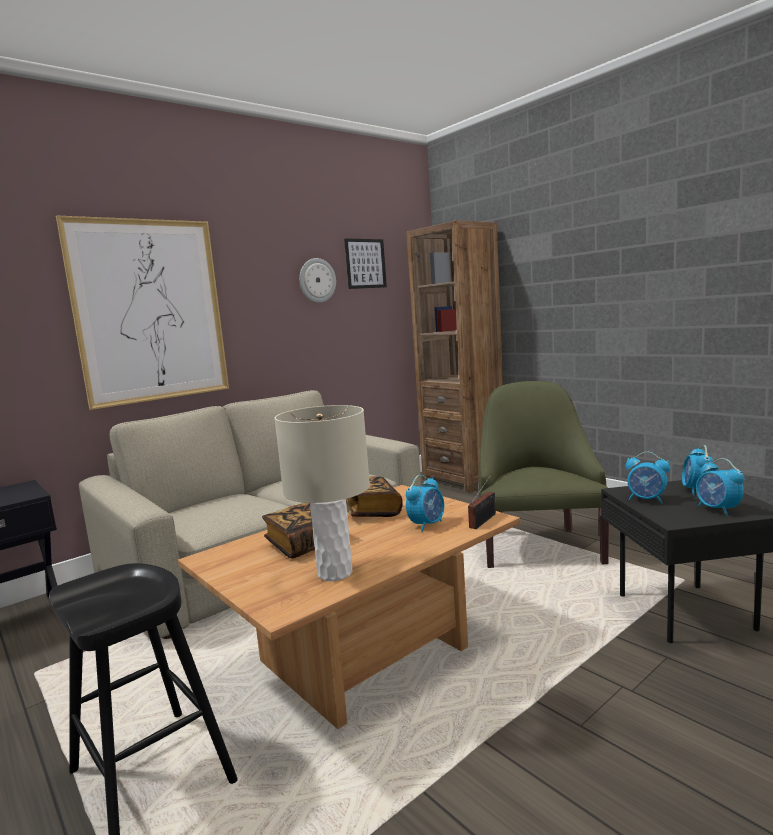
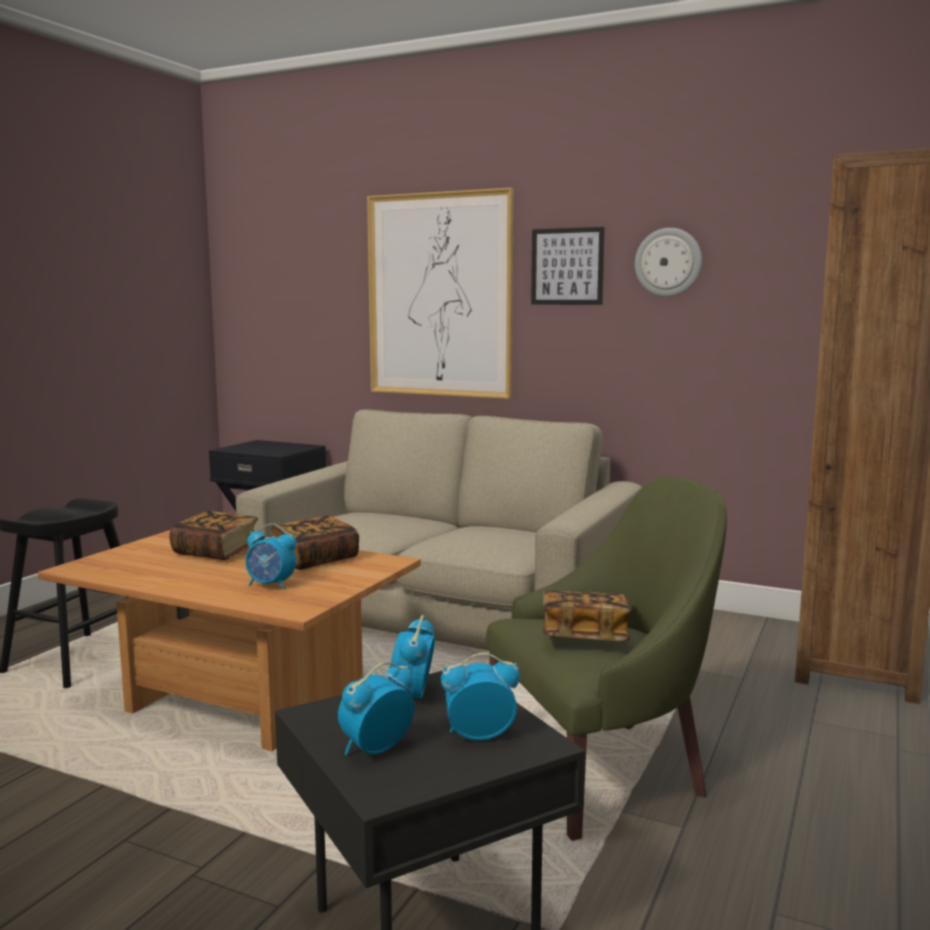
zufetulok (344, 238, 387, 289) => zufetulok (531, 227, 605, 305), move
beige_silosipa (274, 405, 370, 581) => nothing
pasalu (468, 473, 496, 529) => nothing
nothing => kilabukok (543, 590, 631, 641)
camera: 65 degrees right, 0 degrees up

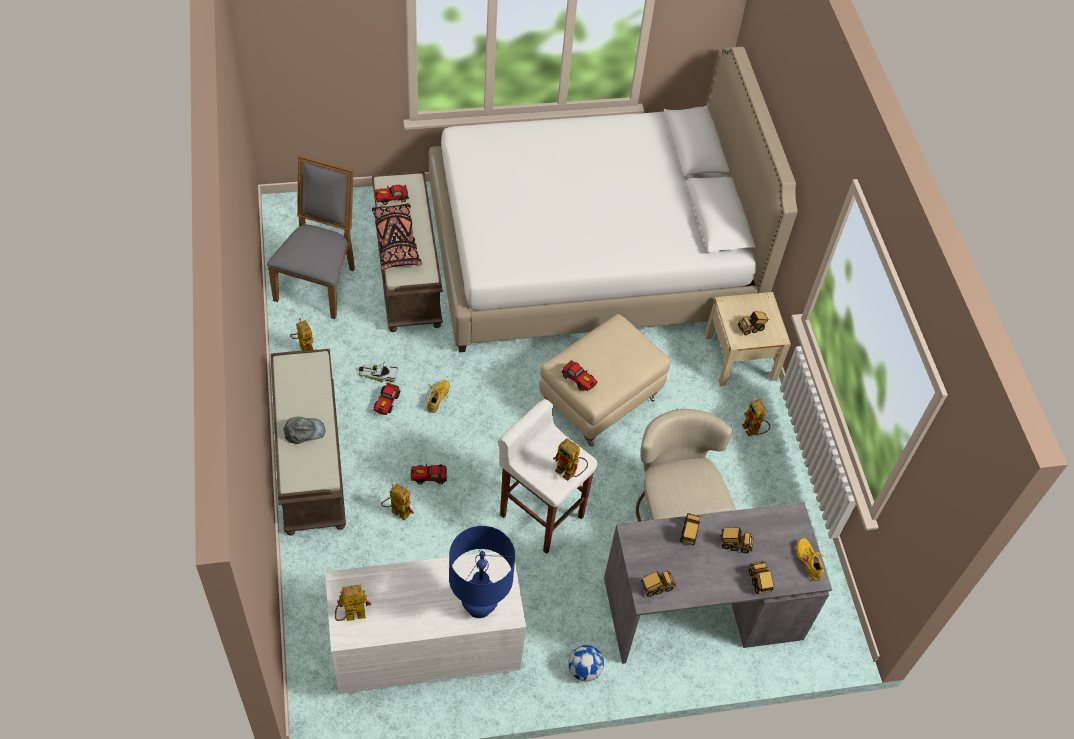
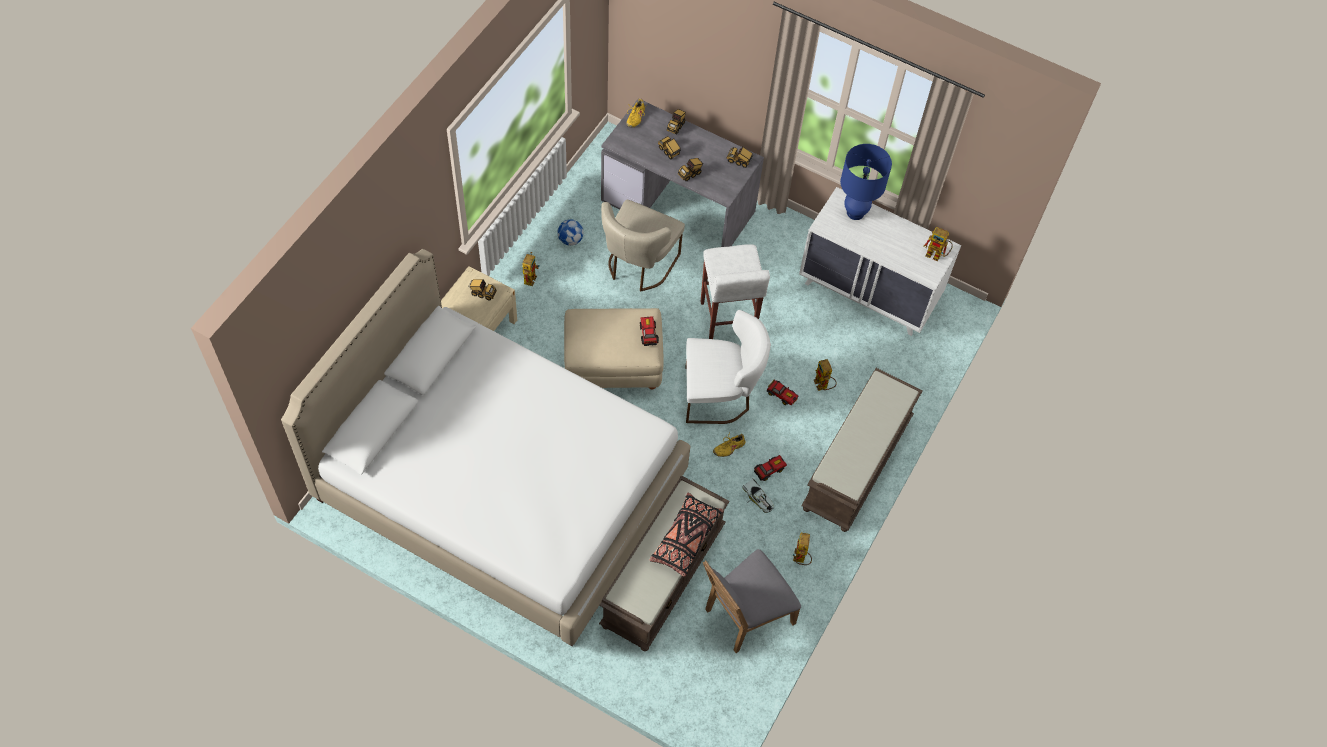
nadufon (374, 185, 409, 205) => nothing
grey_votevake (284, 417, 325, 444) => nothing
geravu (553, 438, 588, 481) => nothing
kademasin (568, 645, 604, 681) => kademasin (557, 219, 584, 246), move
nothing => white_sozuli (685, 310, 771, 424)
camera: 140 degrees left, 5 degrees up

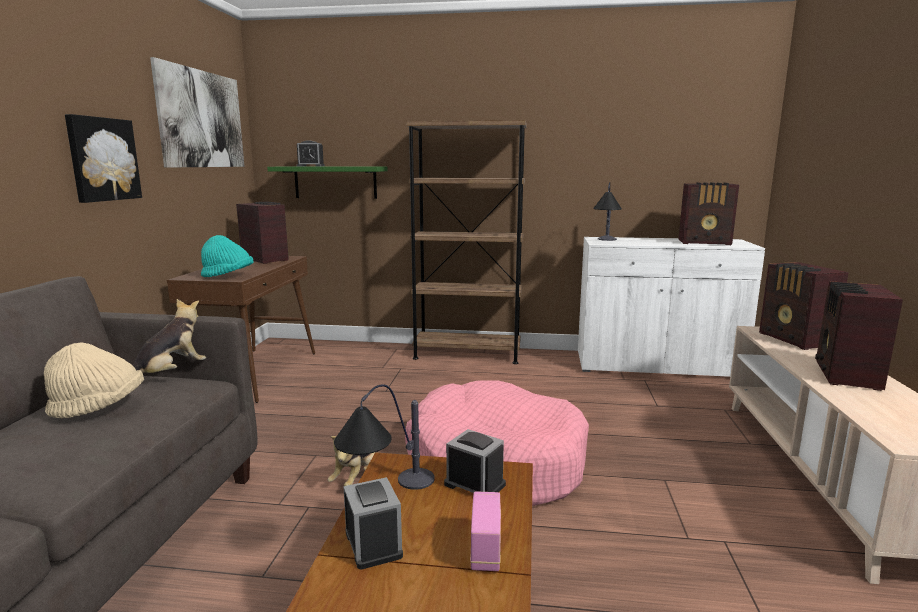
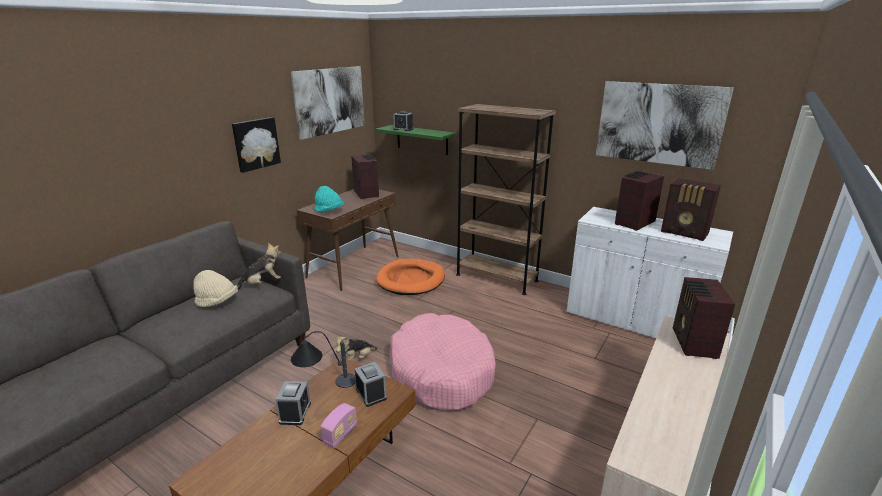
silosipa (593, 182, 622, 241) => nothing
pasalu (815, 281, 903, 391) => pasalu (615, 171, 664, 231), move
nothing => zufetulok (596, 81, 734, 170)
nothing => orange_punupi (376, 259, 445, 295)
camera: 25 degrees right, 10 degrees up

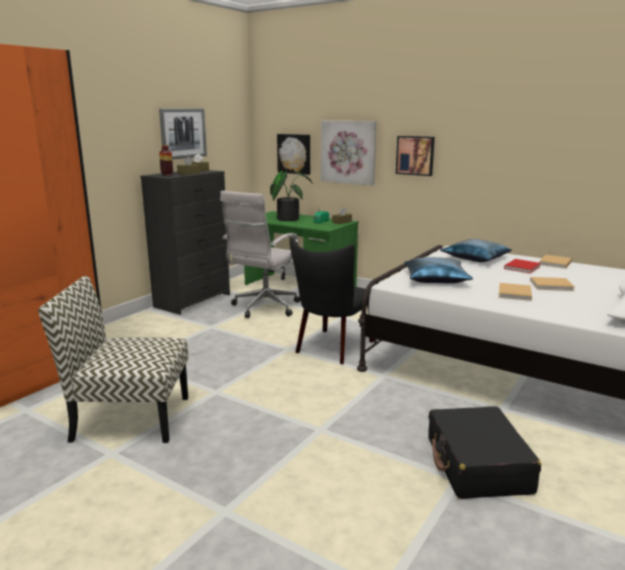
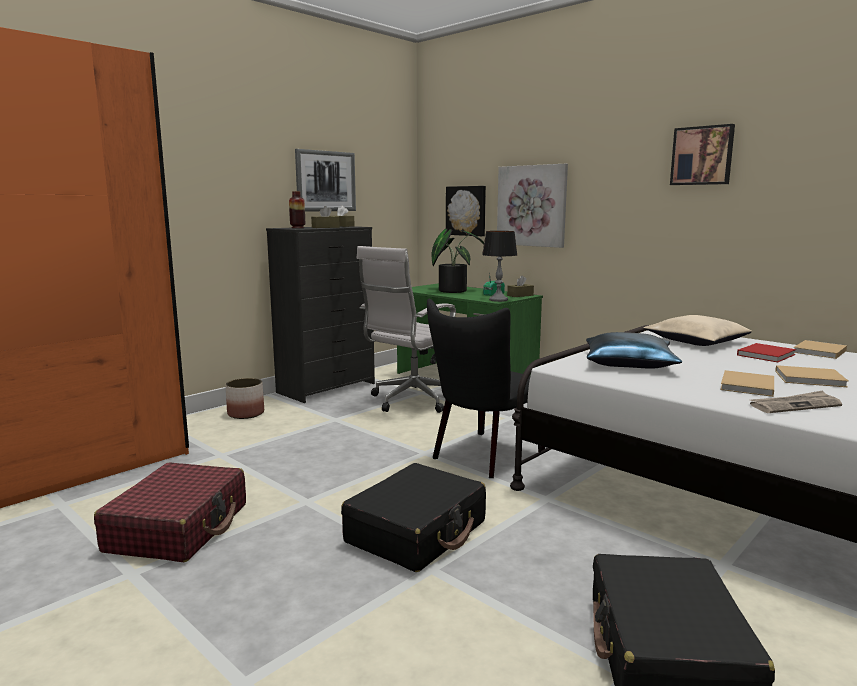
zufetulok (396, 136, 435, 176) => zufetulok (670, 124, 735, 185), move
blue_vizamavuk (440, 239, 512, 262) => beige_vizamavuk (644, 315, 752, 346)
sozuli (38, 276, 188, 443) => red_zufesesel (94, 463, 246, 562)
nothing => silosipa (482, 231, 517, 302)
nothing => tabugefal (225, 378, 264, 419)
nothing => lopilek (750, 390, 842, 413)
nothing => black_zufesesel (341, 463, 486, 572)
camera: 10 degrees right, 5 degrees down

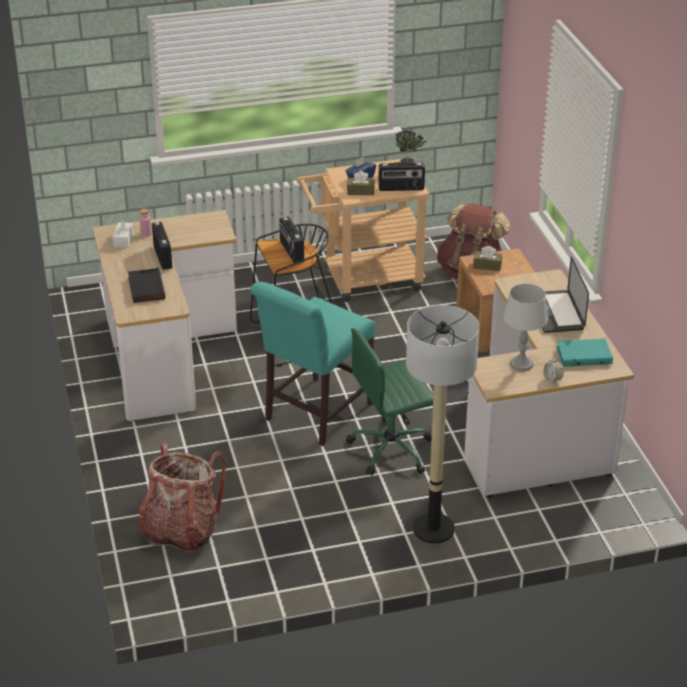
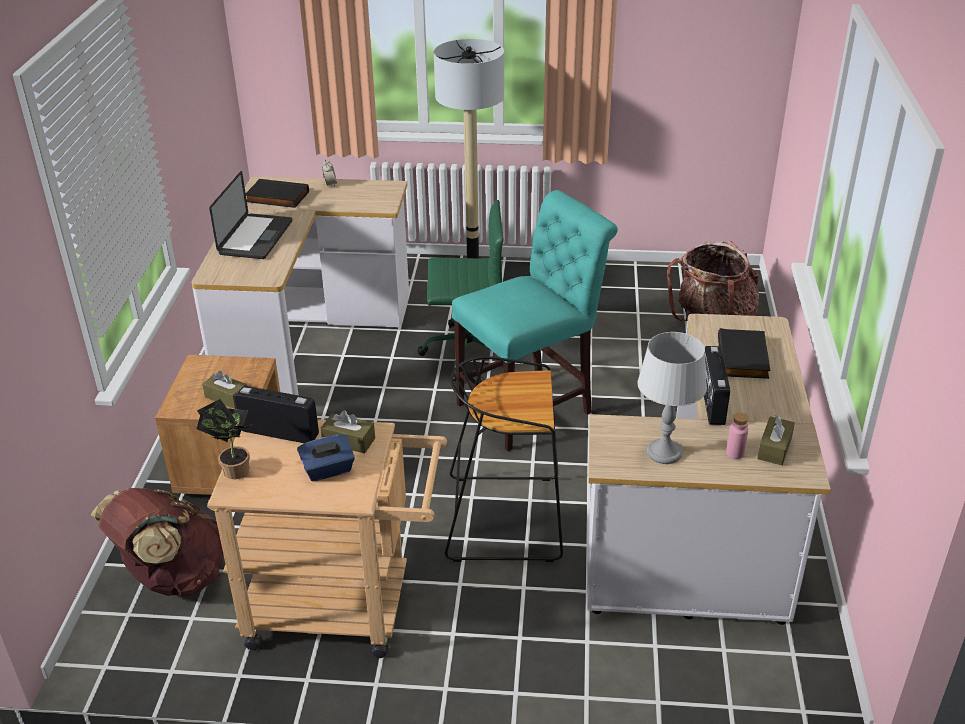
pasalu (279, 217, 304, 263) => nothing
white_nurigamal (113, 219, 133, 248) => brown_nurigamal (757, 415, 795, 465)
grey_silosipa (503, 283, 548, 371) => grey_silosipa (638, 332, 707, 464), move
turquoise_kilabukok (556, 339, 613, 367) => black_kilabukok (246, 179, 309, 208)
camera: 160 degrees left, 0 degrees up

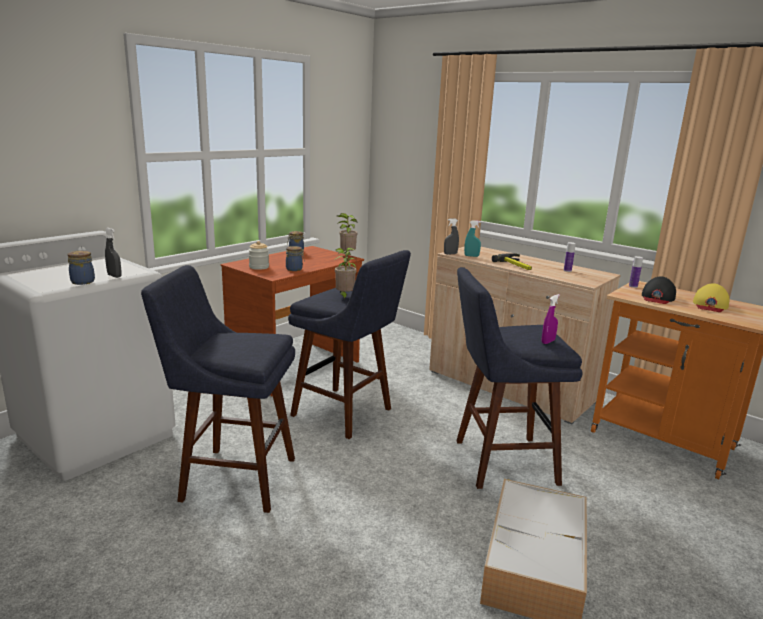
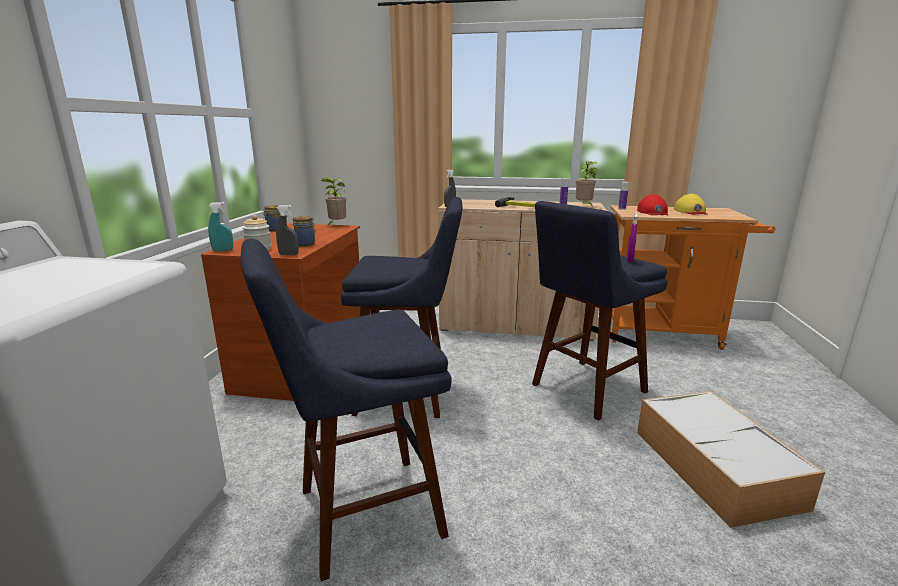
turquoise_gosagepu (464, 220, 481, 257) => turquoise_gosagepu (208, 202, 233, 252), move
grey_gosagepu (105, 228, 122, 278) => grey_gosagepu (276, 205, 299, 255), move
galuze (334, 248, 357, 301) => galuze (576, 161, 598, 207), move
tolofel (67, 251, 95, 285) => nothing
black_votevake (642, 277, 676, 304) => red_votevake (637, 194, 668, 215)
camera: 30 degrees left, 0 degrees up

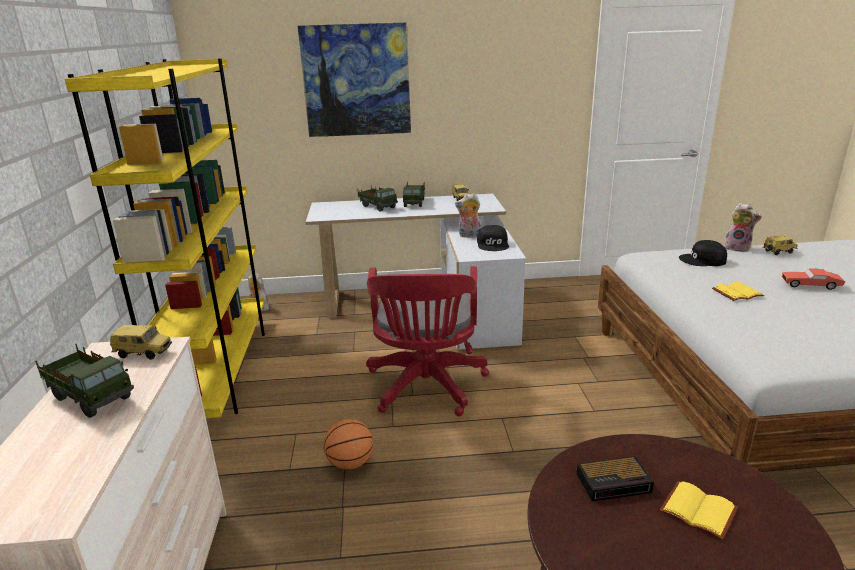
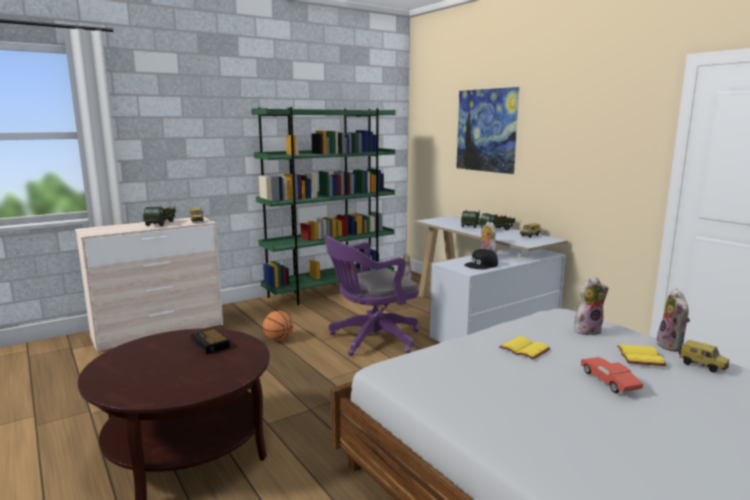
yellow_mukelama (65, 58, 265, 418) => green_mukelama (251, 107, 396, 305)
black_votevake (679, 240, 727, 266) => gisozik (574, 277, 609, 335)
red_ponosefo (366, 266, 489, 416) => purple_ponosefo (325, 235, 419, 356)
yellow_kilabukok (660, 481, 738, 540) => yellow_kilabukok (617, 344, 666, 366), move
camera: 60 degrees right, 10 degrees down

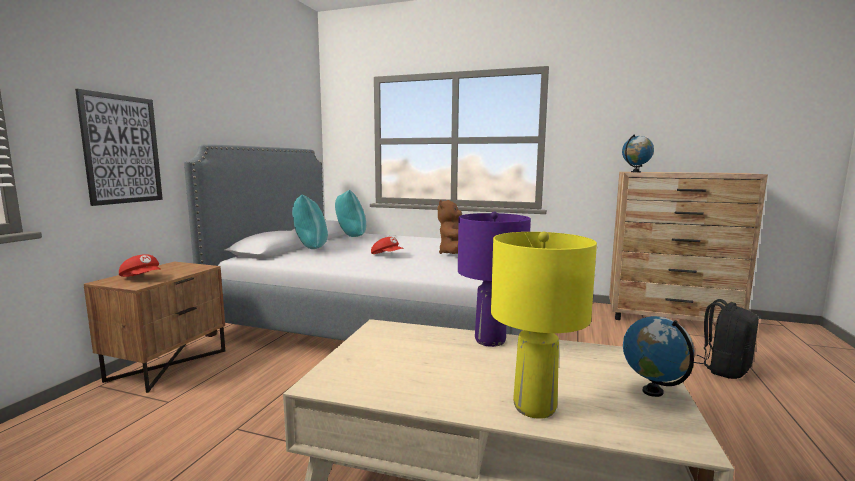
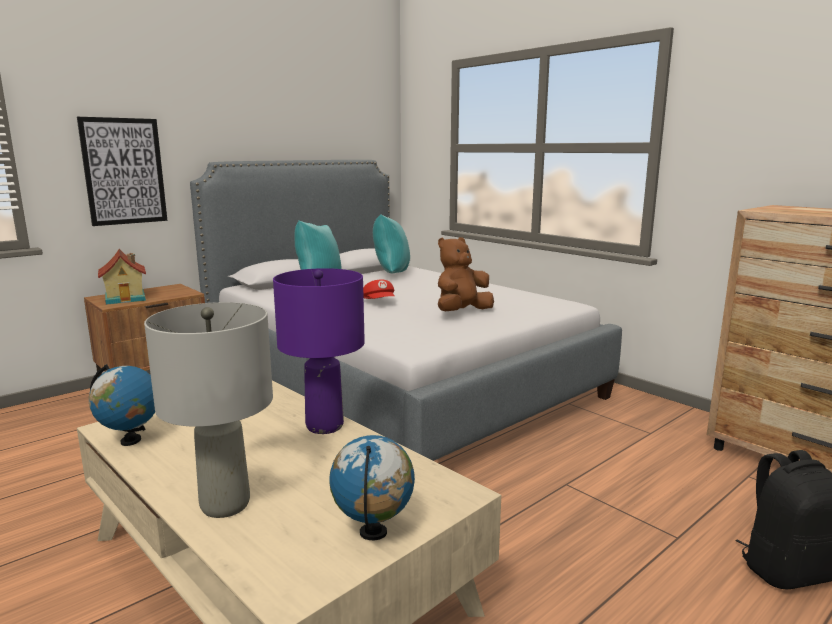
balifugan (622, 134, 654, 172) => balifugan (89, 364, 155, 446), move
yellow_silosipa (491, 232, 597, 419) => grey_silosipa (144, 302, 273, 518)
red_votevake (119, 254, 162, 277) => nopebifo (98, 249, 146, 305)
camera: 30 degrees right, 5 degrees up

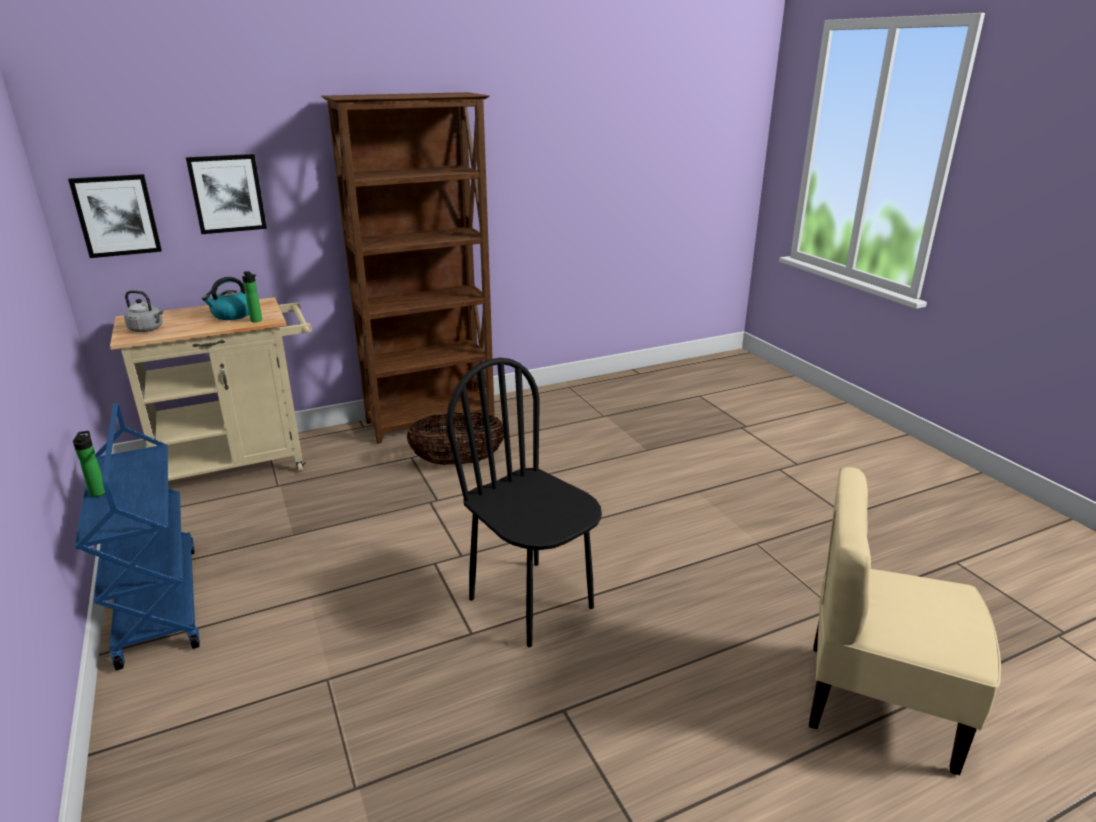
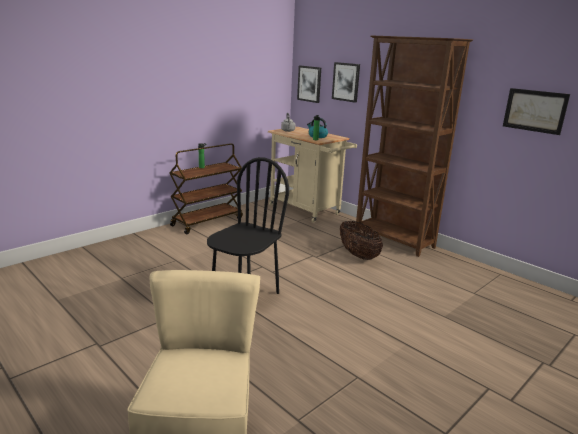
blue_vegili (75, 403, 200, 670) => brown_vegili (170, 143, 243, 234)
nothing => zufetulok (503, 88, 570, 135)
camera: 70 degrees right, 5 degrees down

